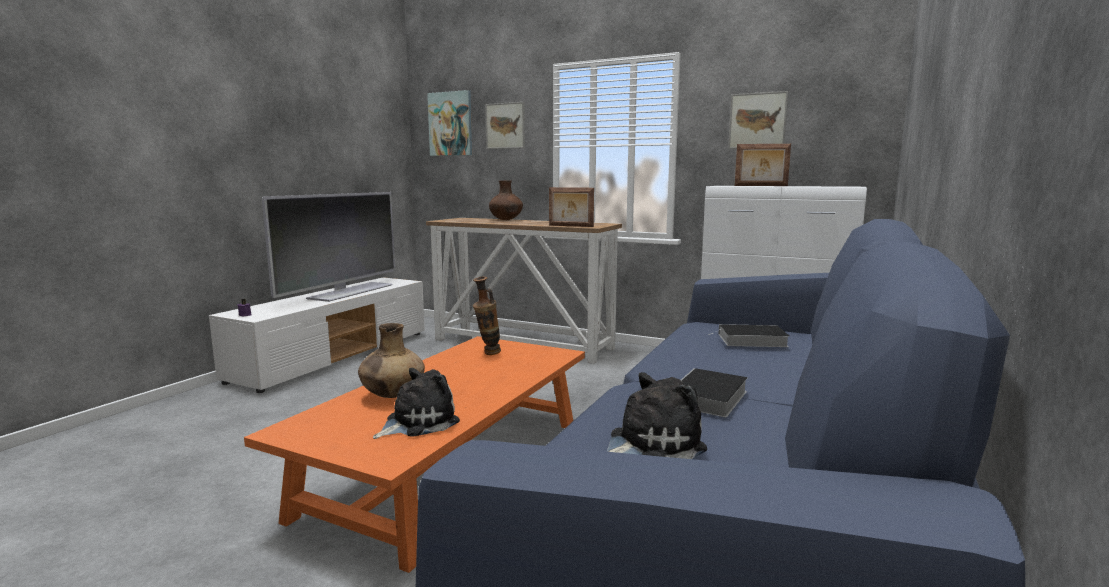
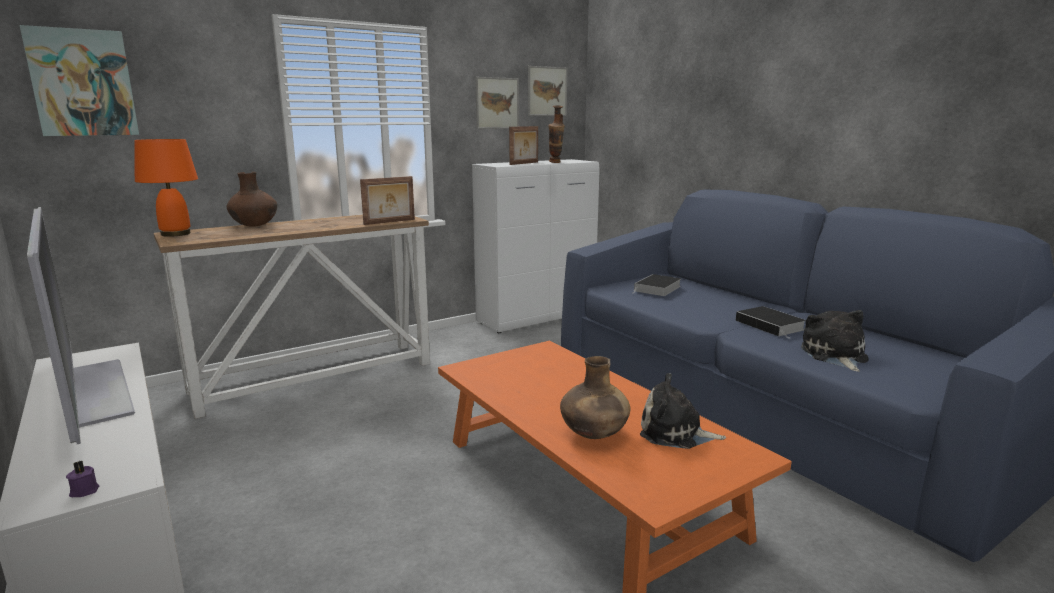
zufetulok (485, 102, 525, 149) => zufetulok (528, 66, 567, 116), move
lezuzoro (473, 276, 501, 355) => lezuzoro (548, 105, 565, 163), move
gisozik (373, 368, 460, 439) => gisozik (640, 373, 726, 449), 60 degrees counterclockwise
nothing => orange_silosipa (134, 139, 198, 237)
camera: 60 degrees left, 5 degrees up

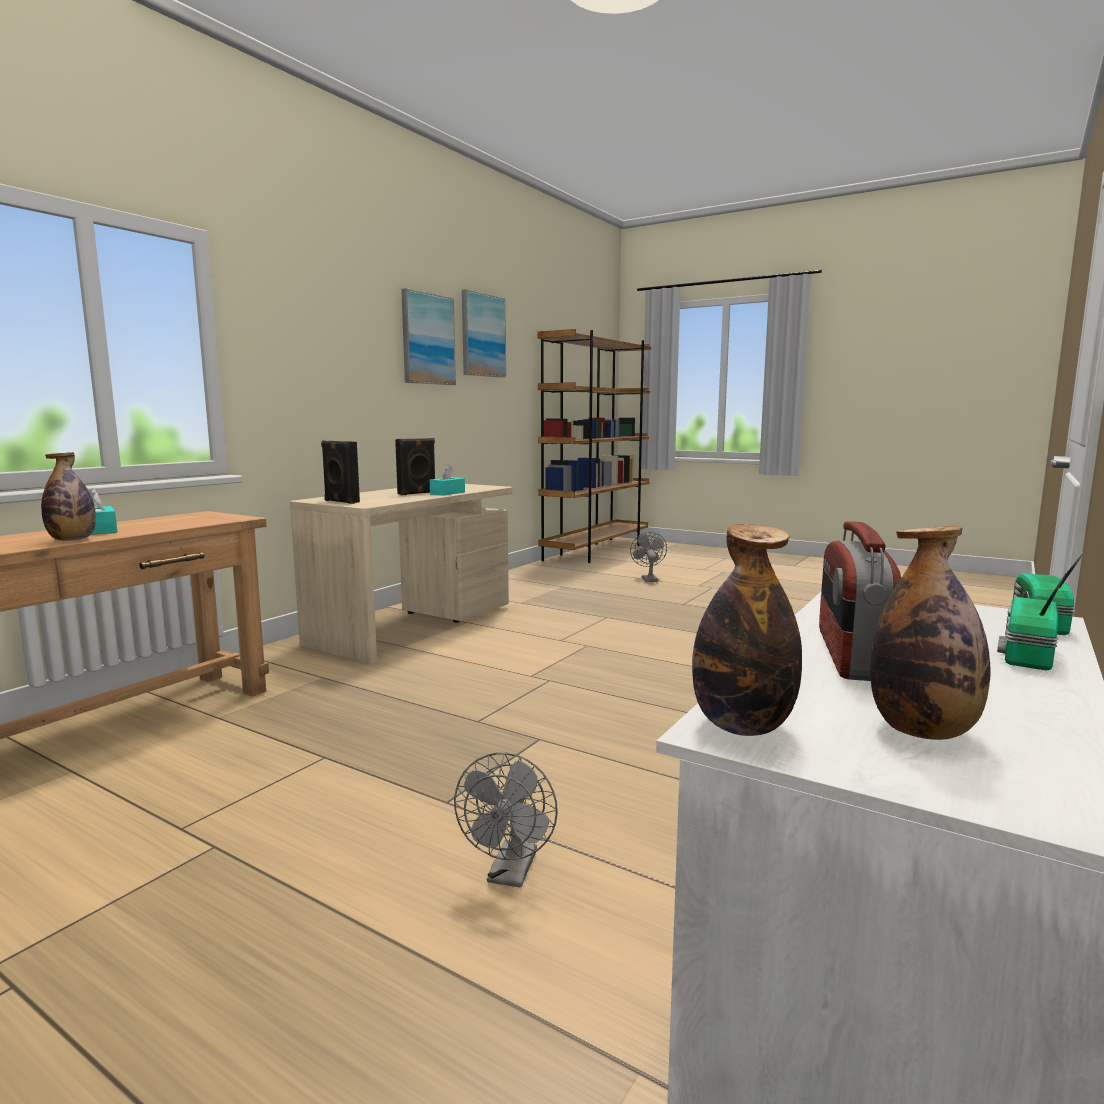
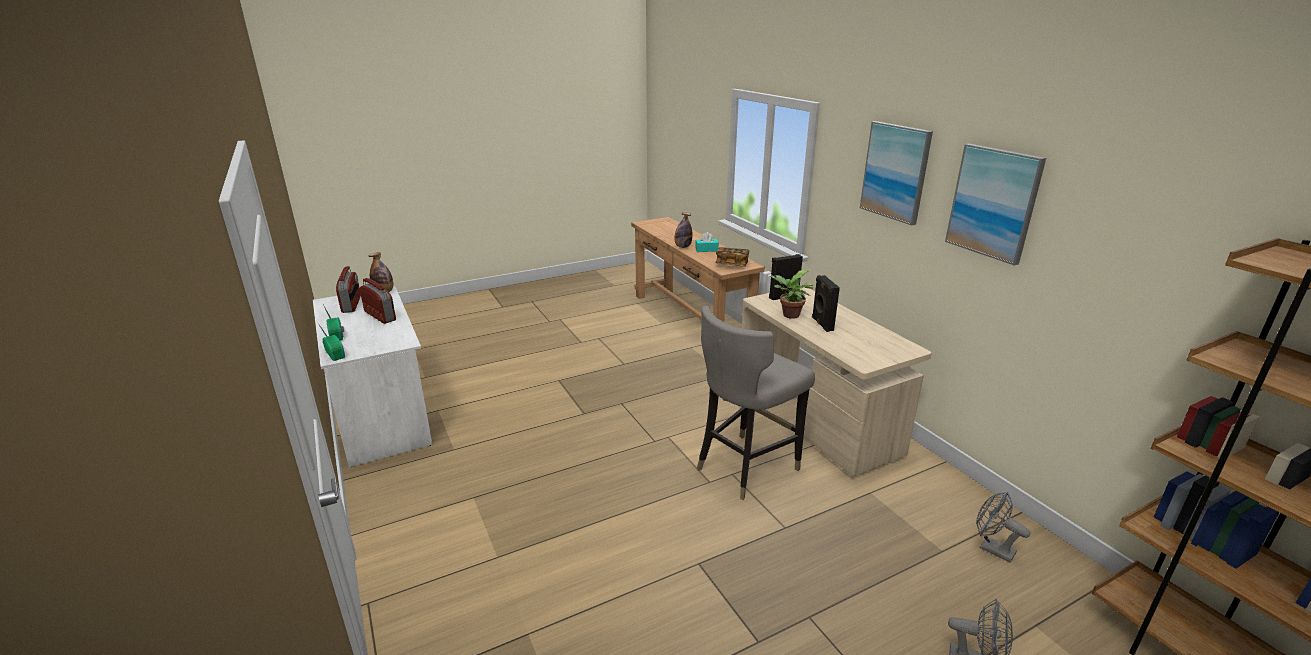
zufetulok (462, 289, 506, 378) => zufetulok (860, 121, 933, 226), move
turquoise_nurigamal (430, 465, 465, 495) => nothing
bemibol (870, 526, 991, 740) => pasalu (336, 266, 361, 313)
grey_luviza (454, 752, 558, 887) => grey_luviza (976, 492, 1030, 563), move
nothing => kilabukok (715, 247, 749, 267)
nothing => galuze (769, 270, 813, 319)
nothing => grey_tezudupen (697, 306, 815, 500)
camera: 120 degrees right, 15 degrees up

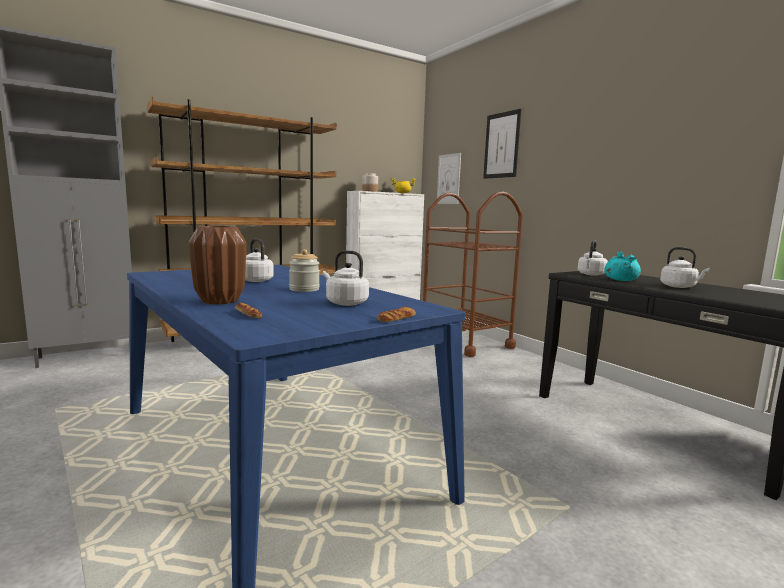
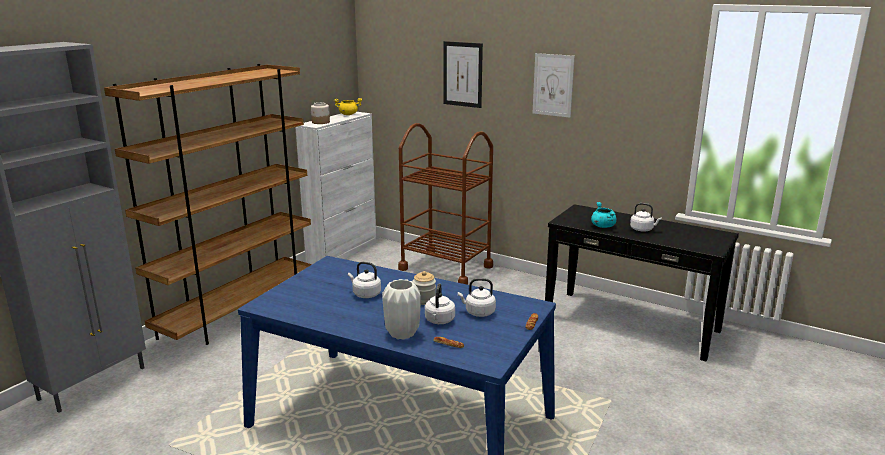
zufetulok (437, 153, 461, 204) => zufetulok (533, 53, 575, 118), move
brown_lezuzoro (189, 226, 246, 305) => white_lezuzoro (382, 279, 421, 340)
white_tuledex (578, 240, 608, 276) => white_tuledex (425, 283, 455, 324), move
camera: 25 degrees left, 10 degrees up

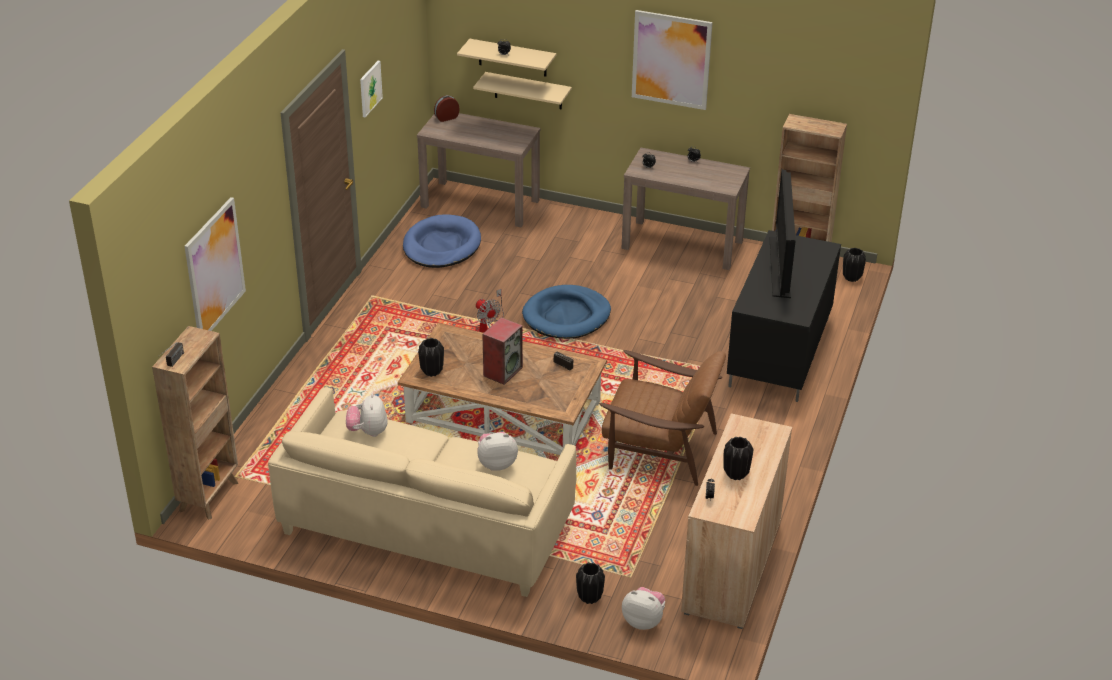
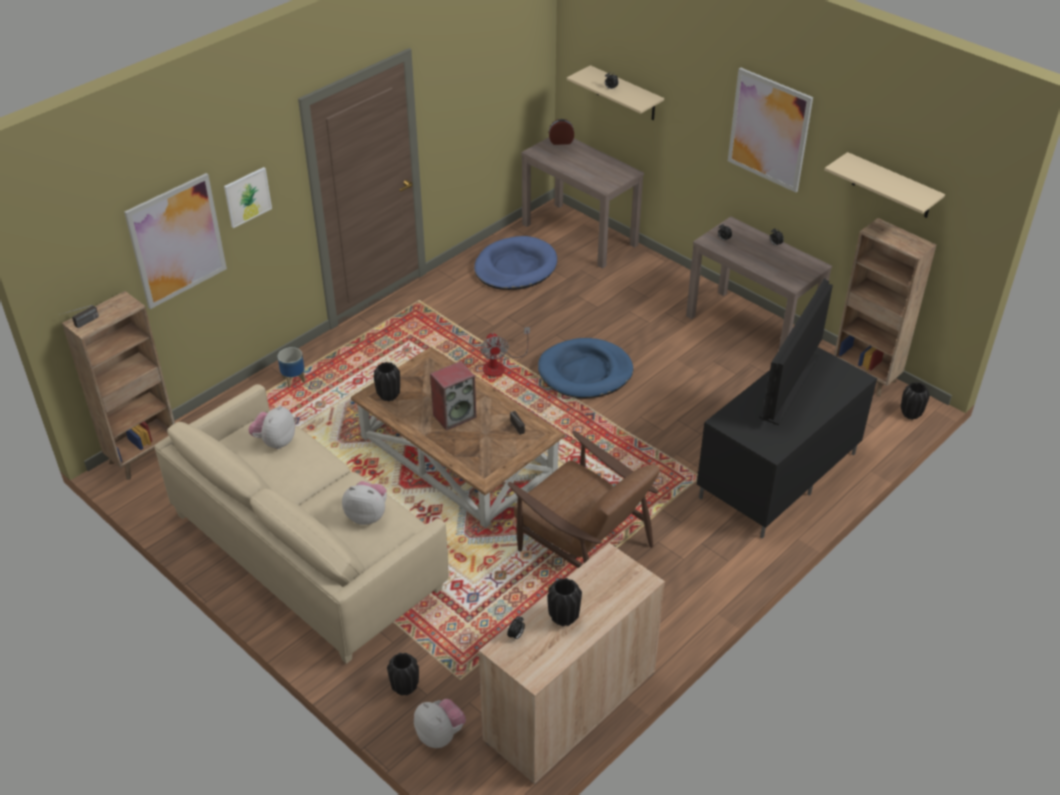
zufetulok (360, 61, 383, 117) => zufetulok (224, 167, 272, 228), move
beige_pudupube (473, 72, 572, 110) => beige_pudupube (824, 152, 945, 218), move
nothing => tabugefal (278, 347, 305, 388)
camera: 25 degrees right, 5 degrees up

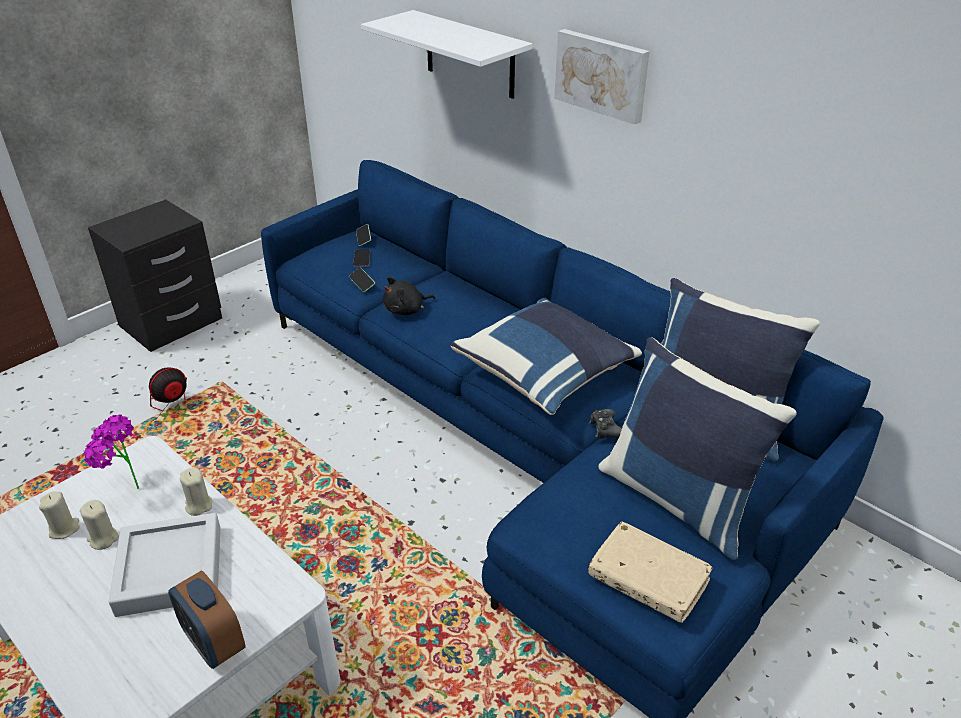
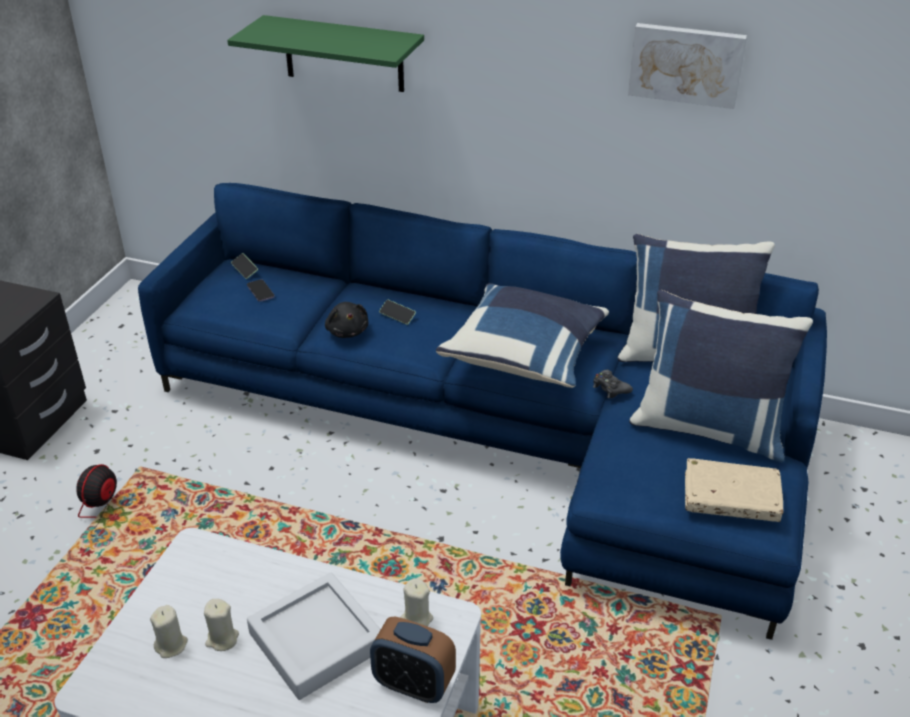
white_pudupube (361, 10, 532, 99) => green_pudupube (227, 15, 424, 92)
zufetulok (554, 29, 649, 124) => zufetulok (628, 23, 747, 109), move
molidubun (349, 267, 375, 292) => molidubun (379, 300, 416, 325), move
black_gisozik (383, 277, 435, 315) => black_gisozik (325, 302, 368, 338), 60 degrees counterclockwise
galuze (84, 414, 139, 489) => nothing
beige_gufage (180, 467, 212, 516) => beige_gufage (400, 578, 433, 627), move
camera: 25 degrees left, 0 degrees up

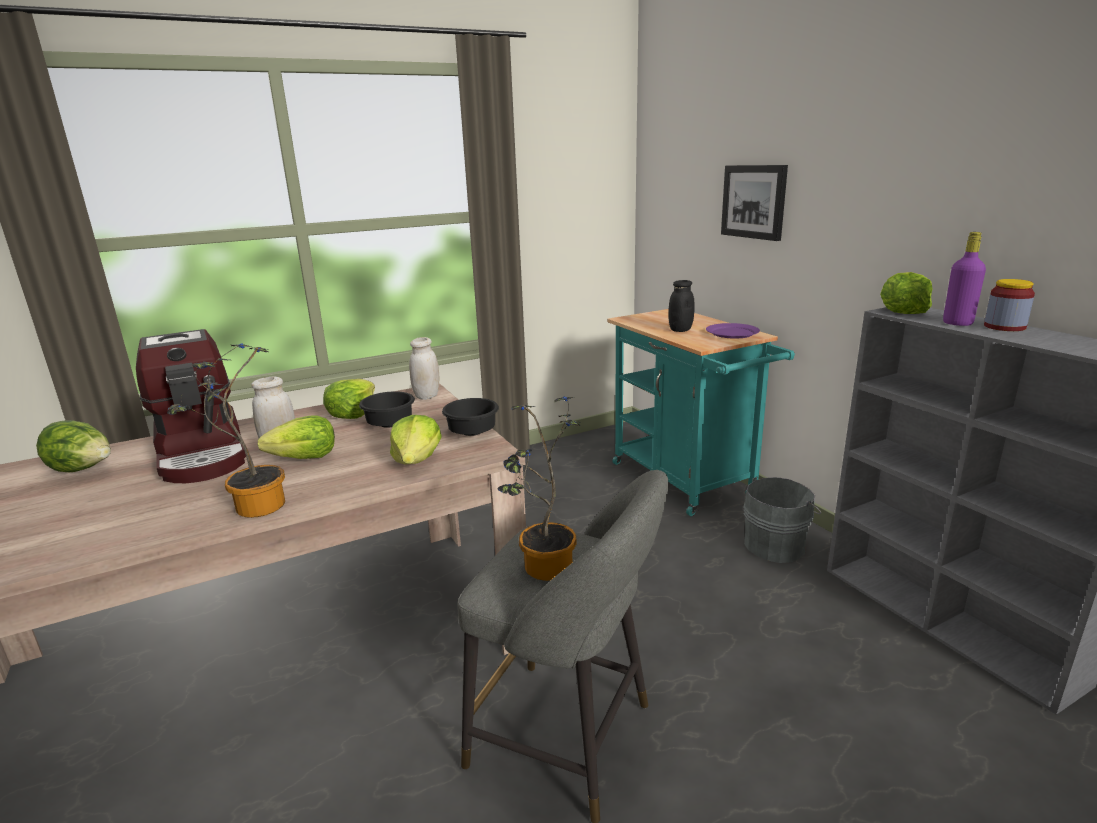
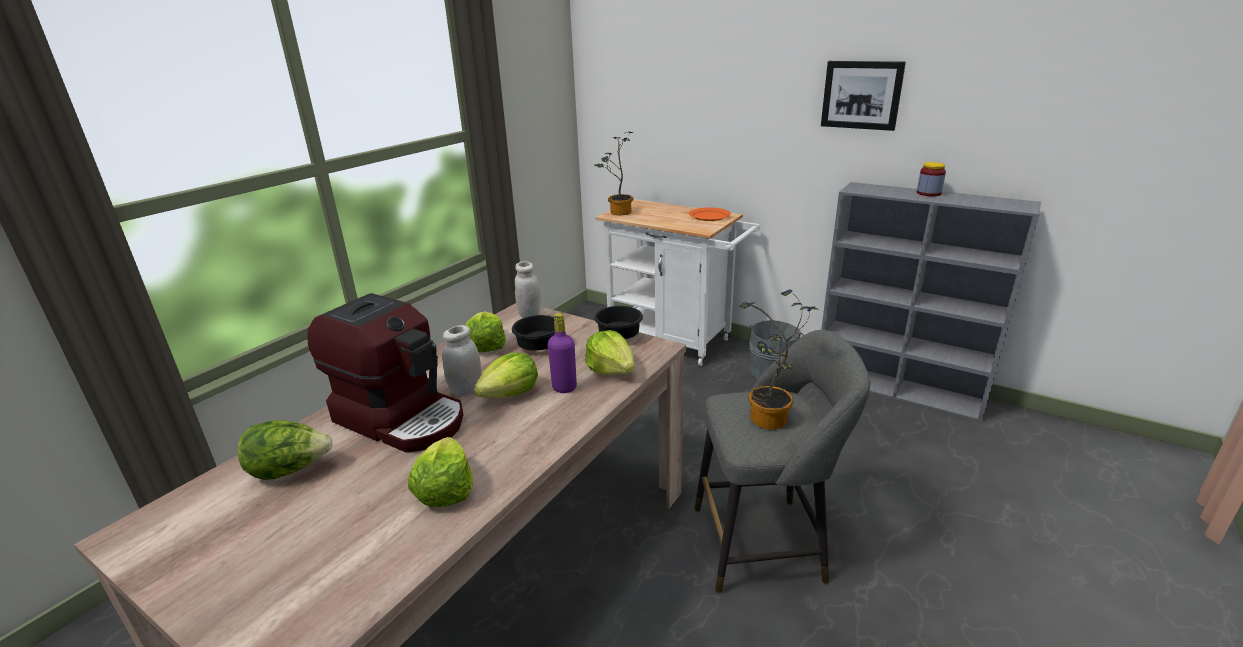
zufetulok (721, 165, 788, 241) => zufetulok (821, 61, 906, 131), move
purple_bemibol (943, 232, 986, 326) => purple_bemibol (548, 313, 577, 393), move
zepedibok (880, 272, 933, 314) => zepedibok (408, 437, 473, 507), move
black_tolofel (668, 280, 695, 332) => nothing
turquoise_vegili (607, 309, 795, 516) => white_vegili (596, 199, 760, 366)
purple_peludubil (706, 323, 760, 339) => orange_peludubil (689, 207, 731, 221)
galuze (167, 343, 285, 518) => galuze (594, 131, 634, 215), move
camera: 30 degrees left, 5 degrees up

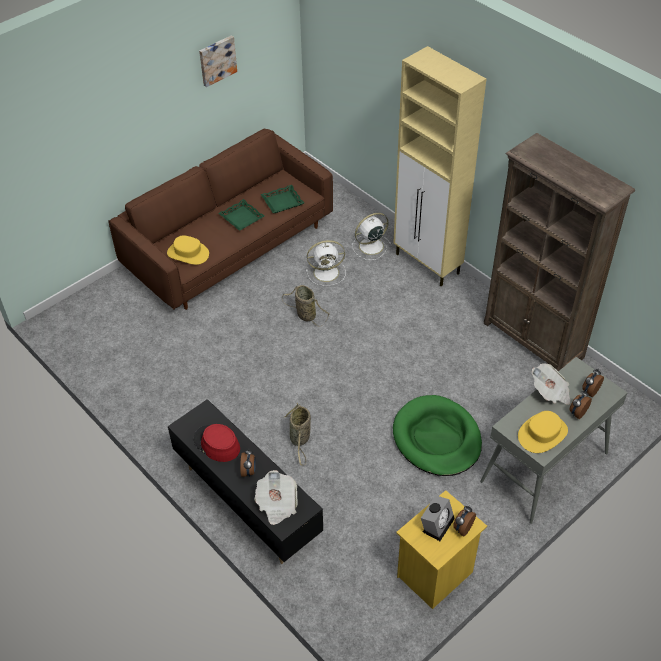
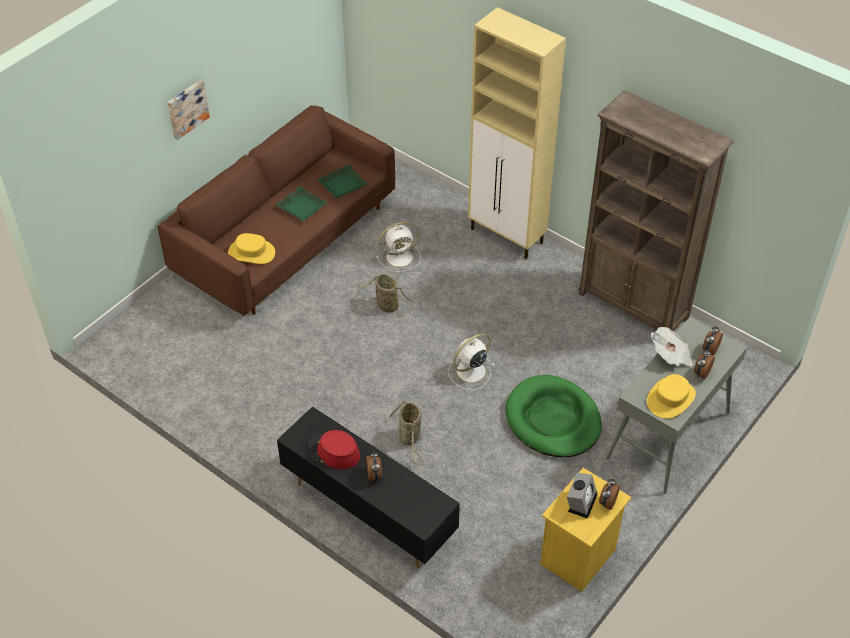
zufetulok (199, 35, 237, 87) => zufetulok (167, 80, 210, 140), move
white_luviza (352, 213, 391, 260) => white_luviza (448, 334, 495, 390), move
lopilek (254, 470, 298, 525) => nothing
camera: 10 degrees left, 0 degrees up

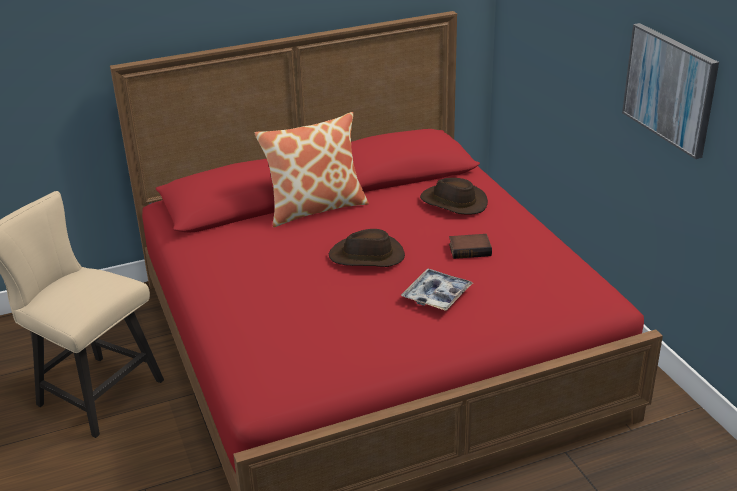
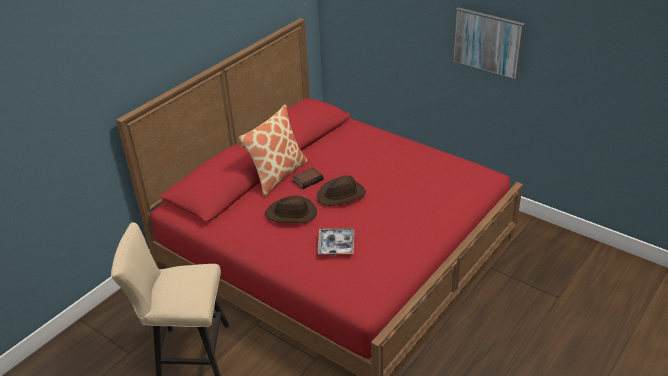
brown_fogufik (420, 178, 488, 214) => brown_fogufik (265, 196, 317, 223), move
kilabukok (449, 234, 492, 259) => kilabukok (293, 167, 324, 189), move
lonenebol (401, 269, 473, 311) => lonenebol (317, 228, 354, 255), move
camera: 30 degrees left, 5 degrees up

